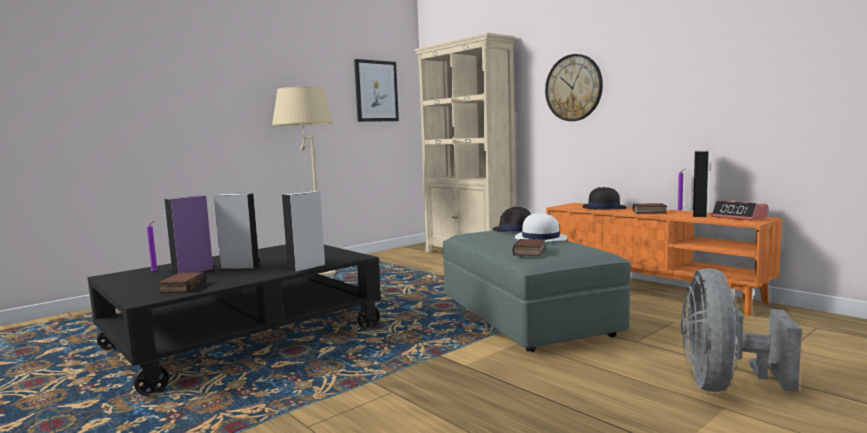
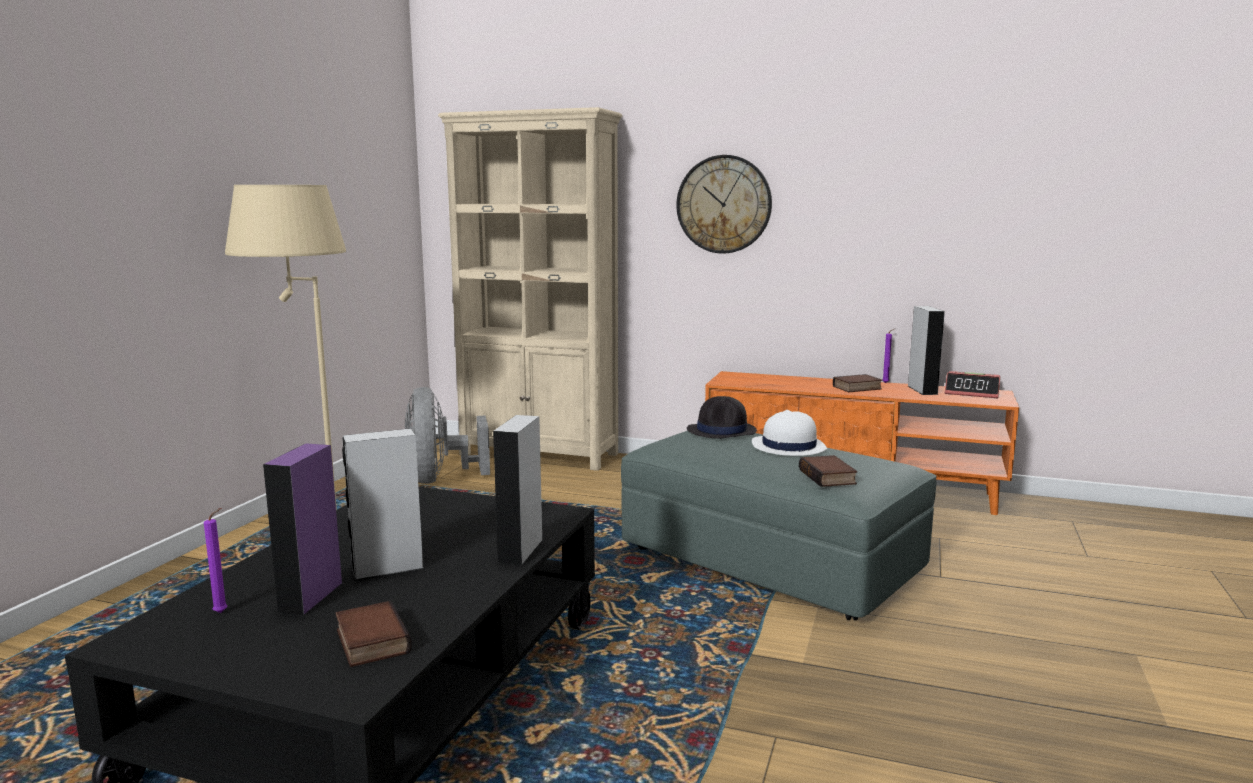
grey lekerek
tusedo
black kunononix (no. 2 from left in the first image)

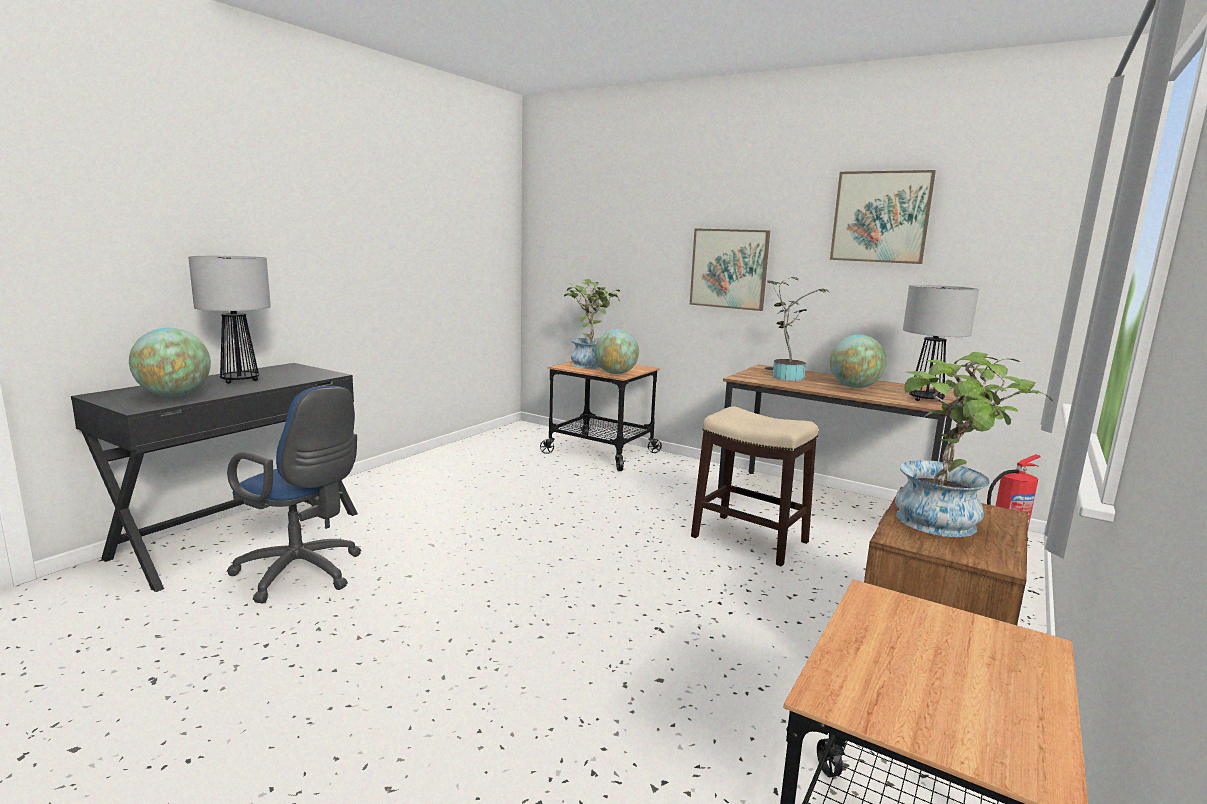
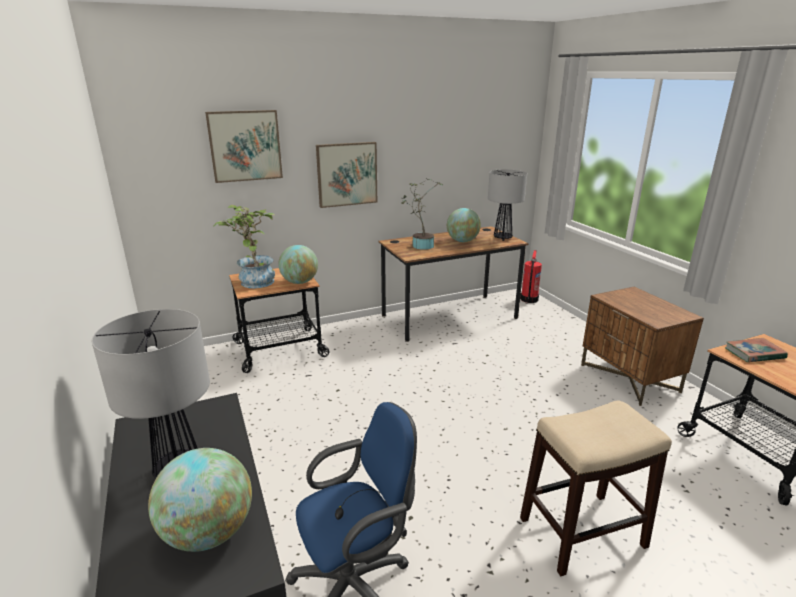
tusedo (no. 1 from left)
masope
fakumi
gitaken (no. 3 from left in the first image)

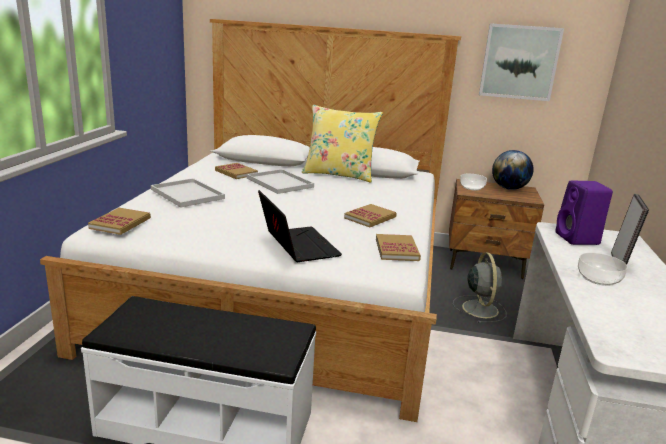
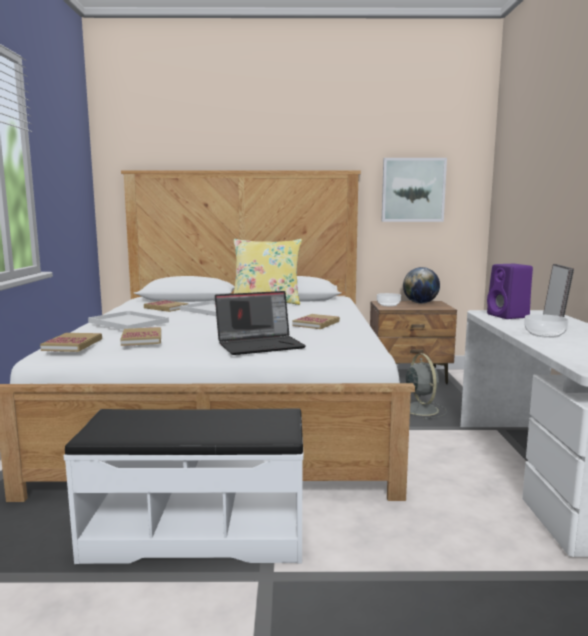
fakumi (no. 2 from left)
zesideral

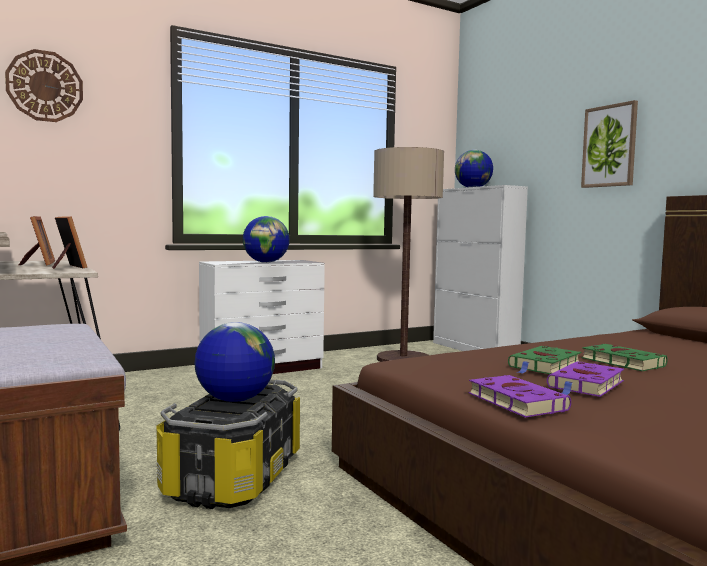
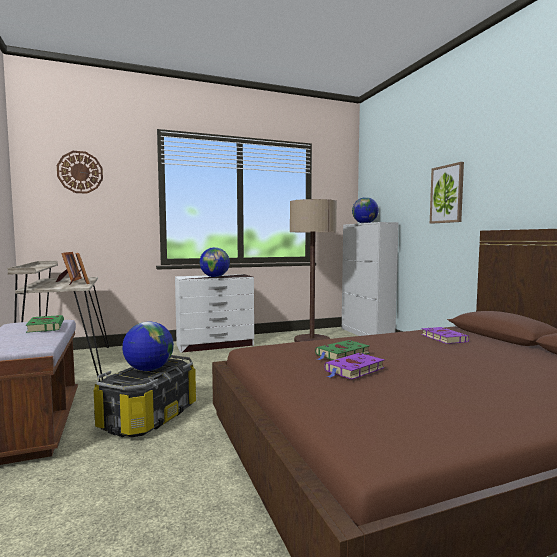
green fakumi (no. 1 from left)
purple fakumi (no. 2 from left)

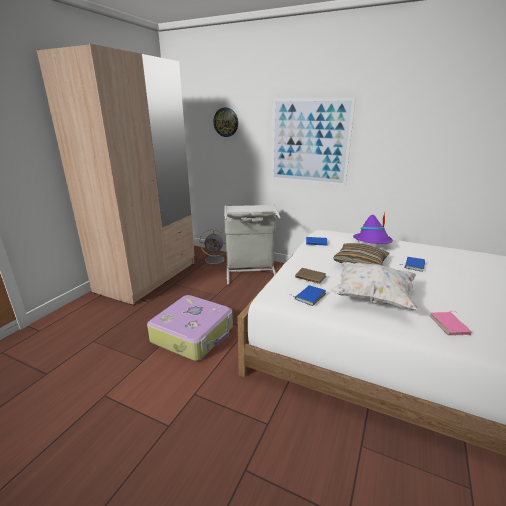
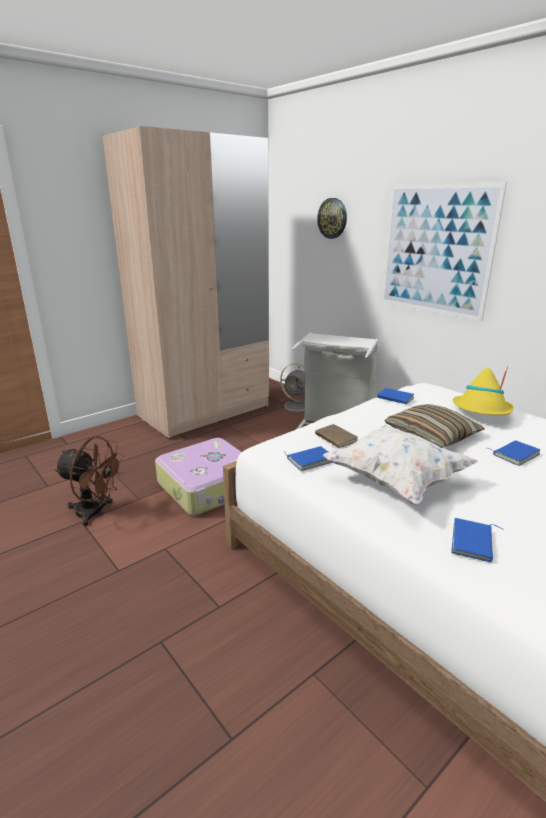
brown lekerek
blue fakumi (no. 3 from left)
yellow kunononix

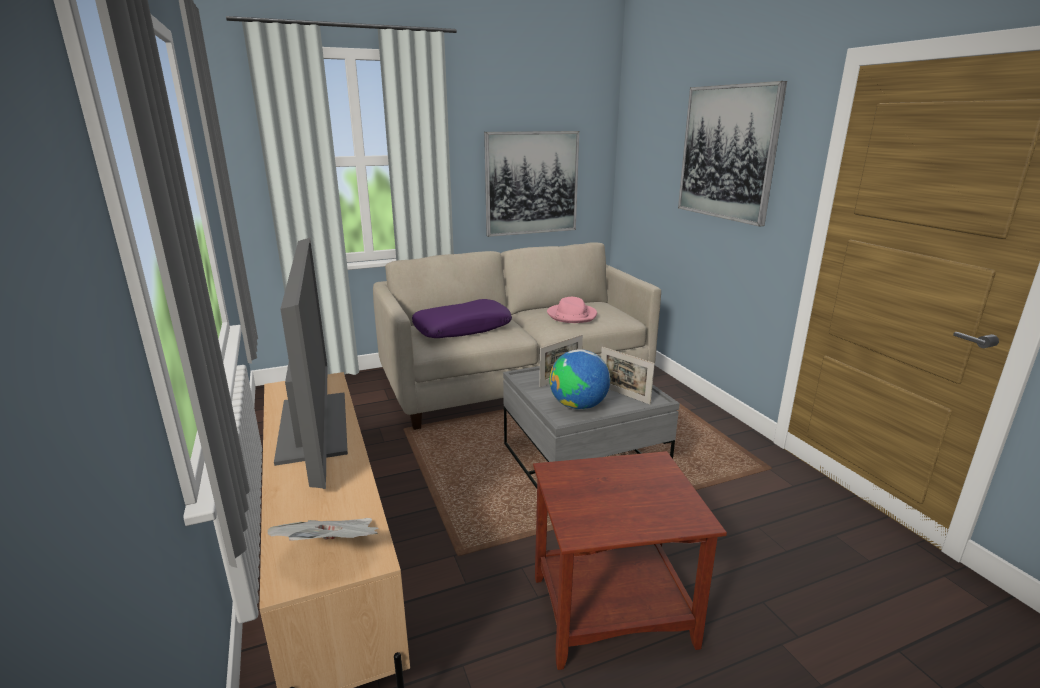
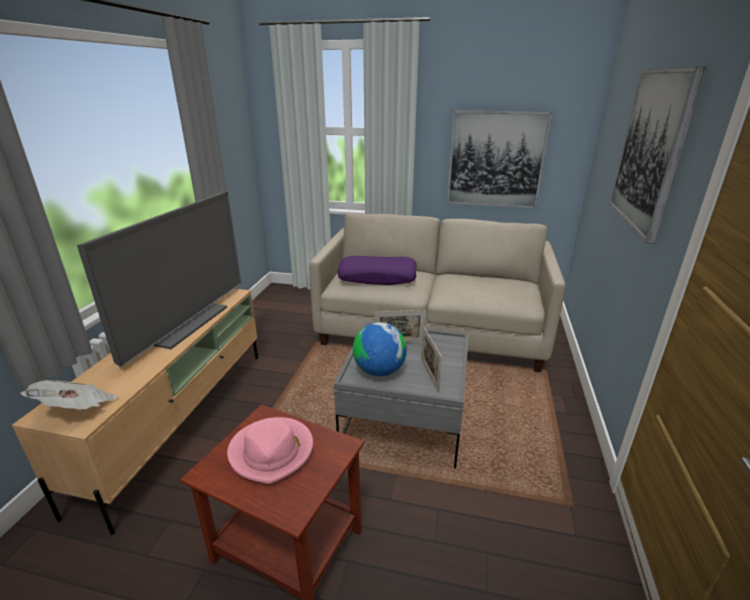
pink kunononix

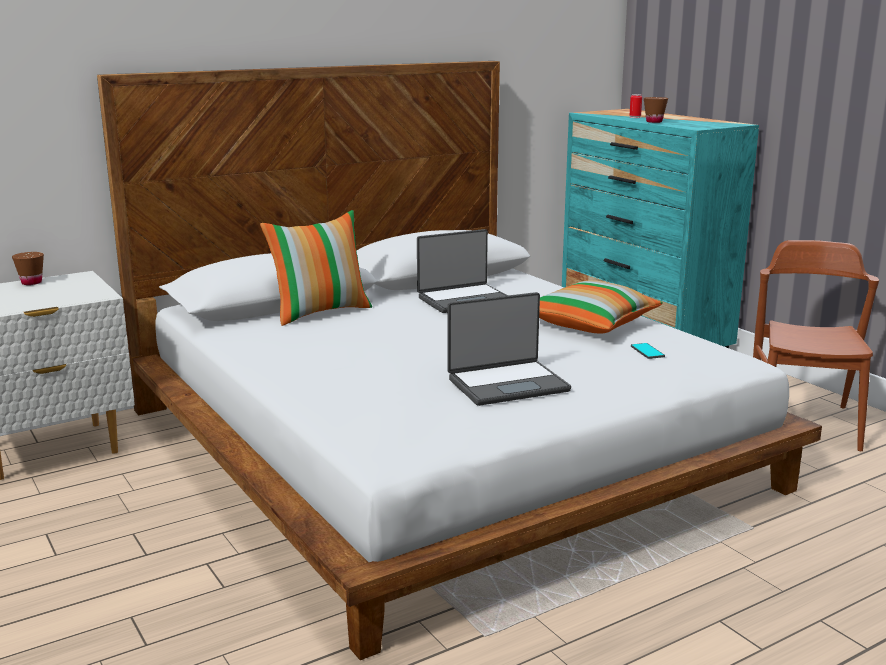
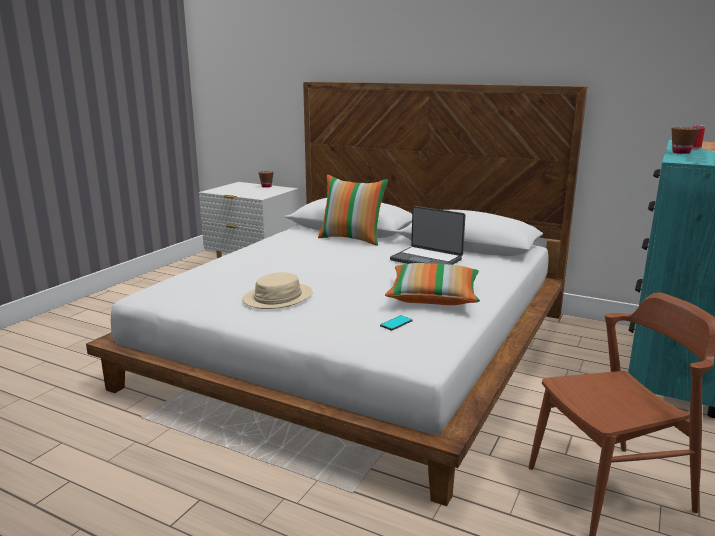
beige kunononix

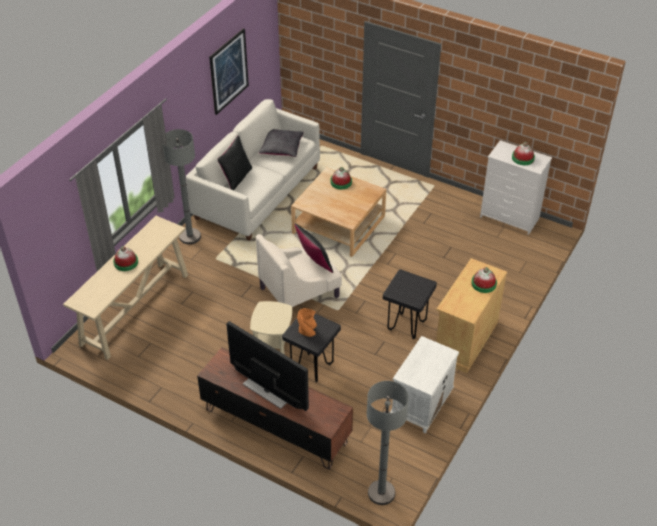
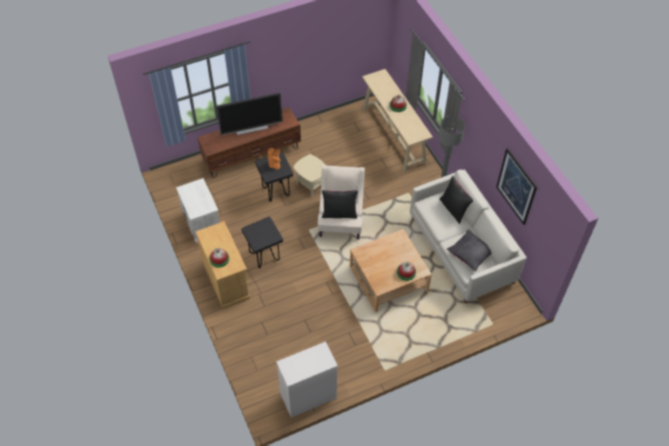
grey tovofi (no. 2 from left in the first image)
kunononix (no. 4 from left in the first image)

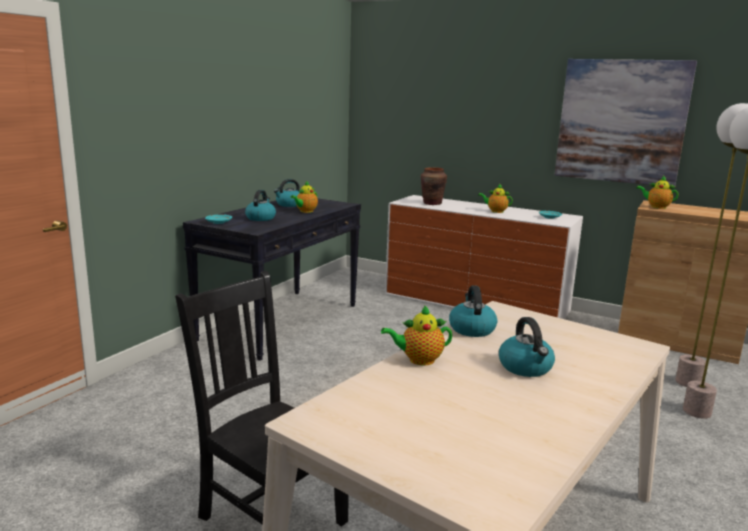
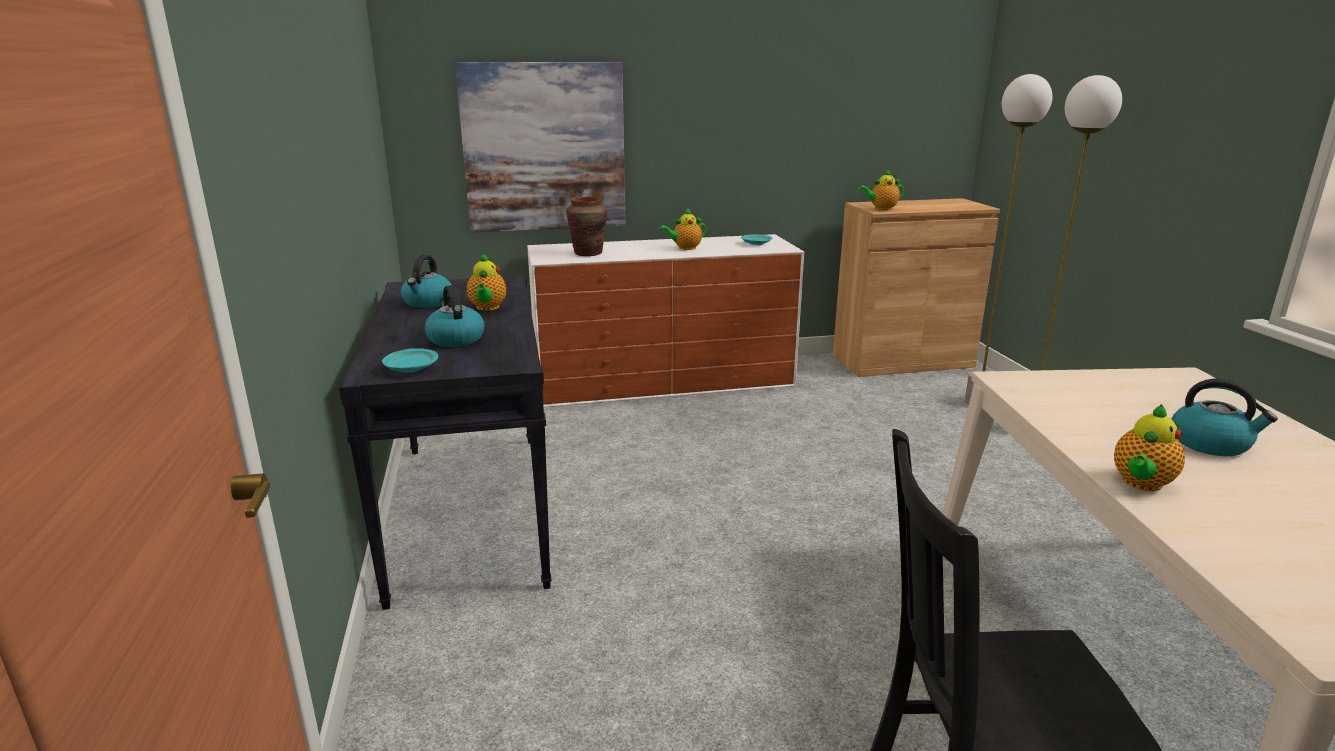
tusedo
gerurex (no. 3 from left in the first image)

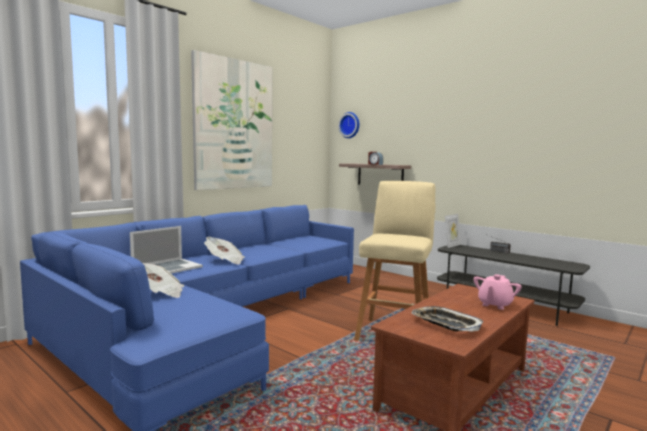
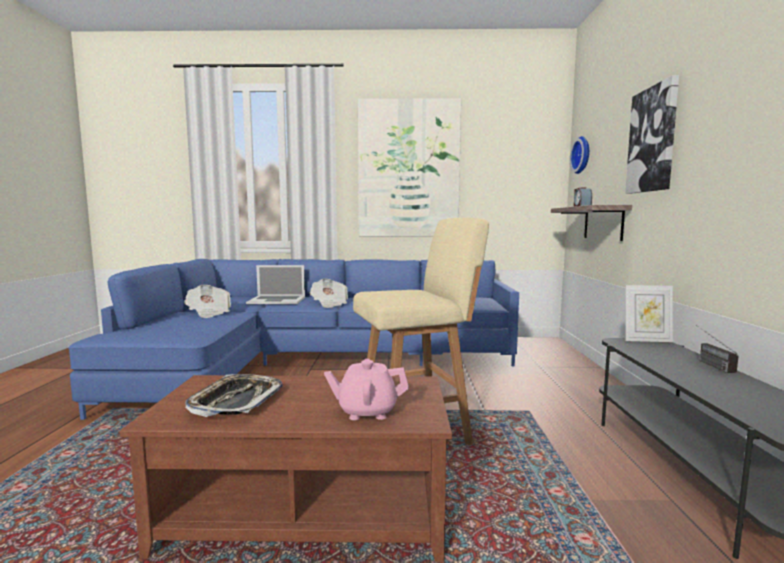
tusedo (no. 2 from left)

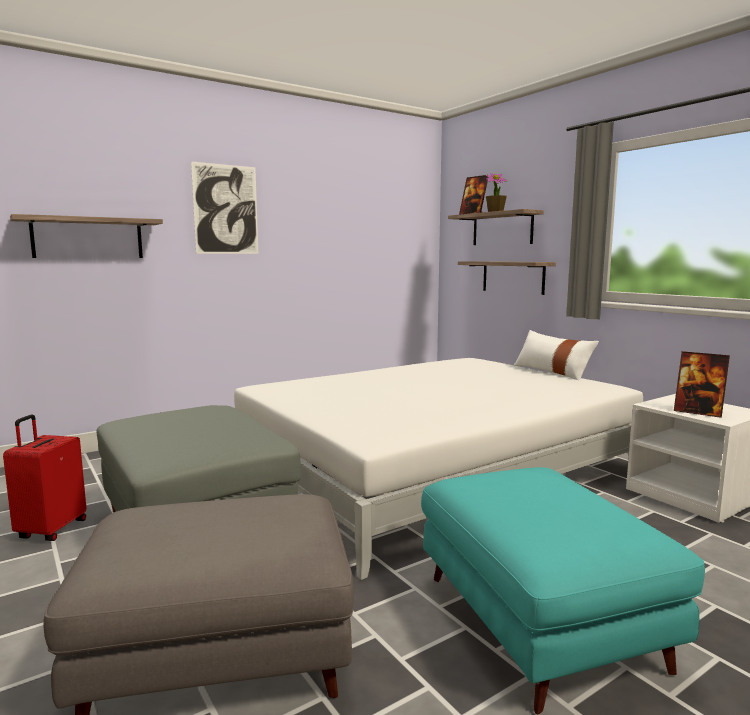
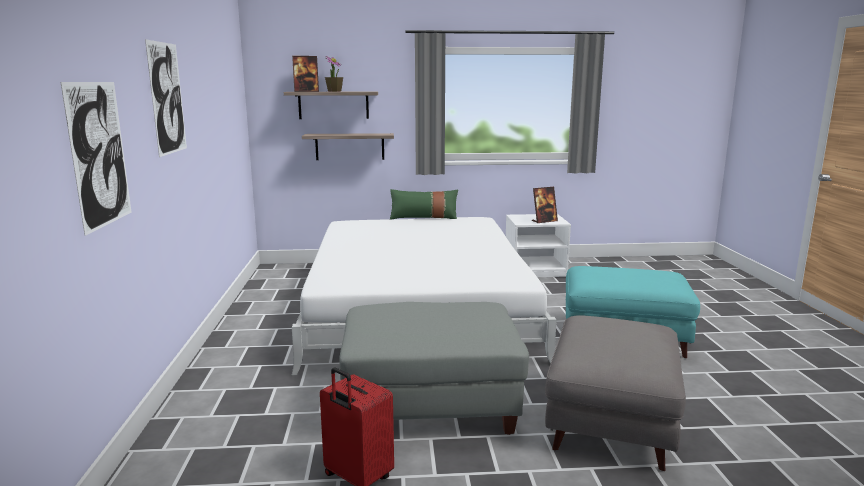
tusedo (no. 1 from left)
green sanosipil

